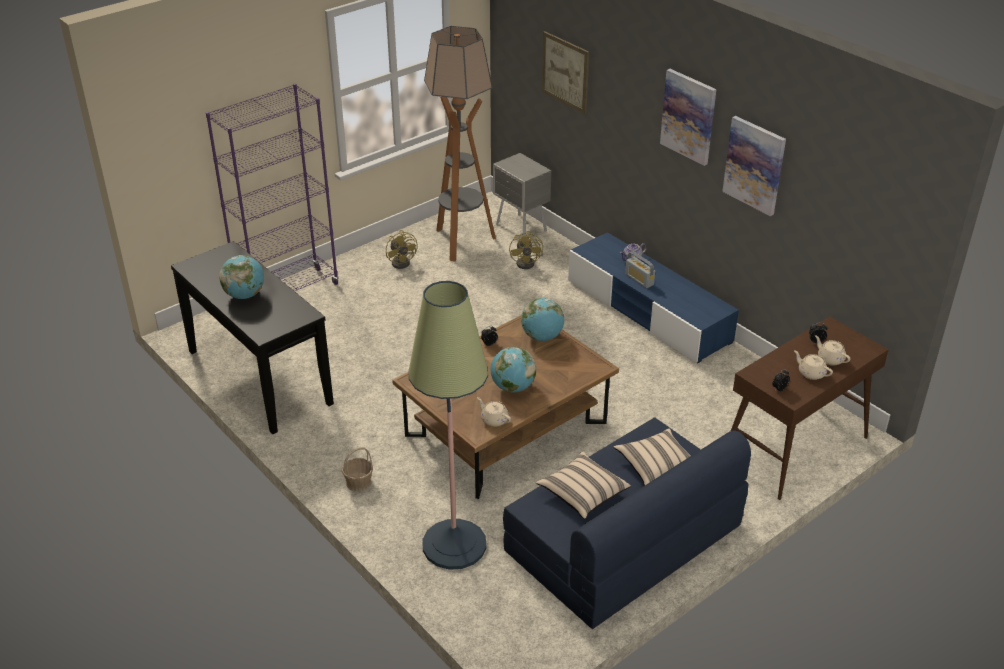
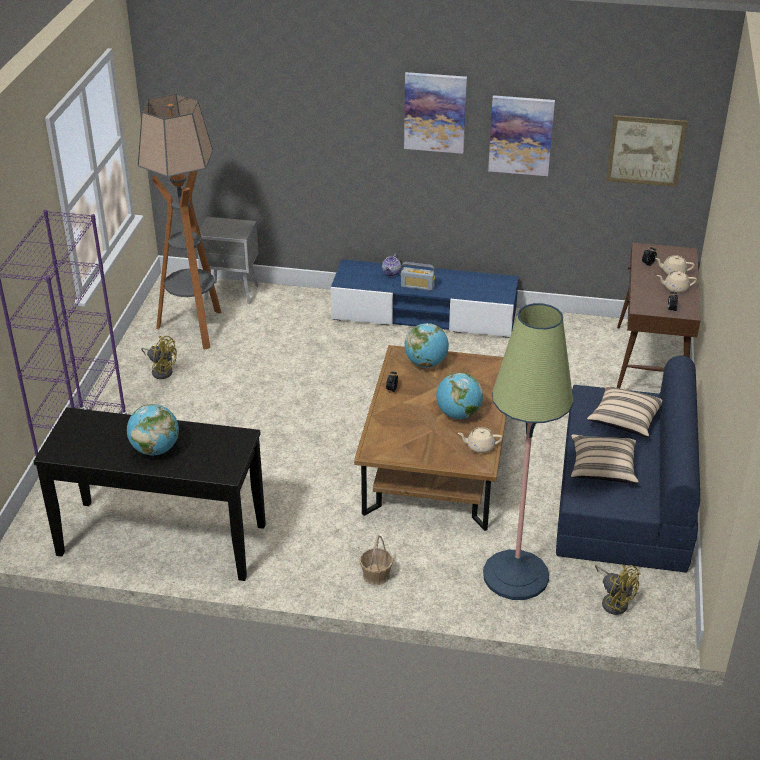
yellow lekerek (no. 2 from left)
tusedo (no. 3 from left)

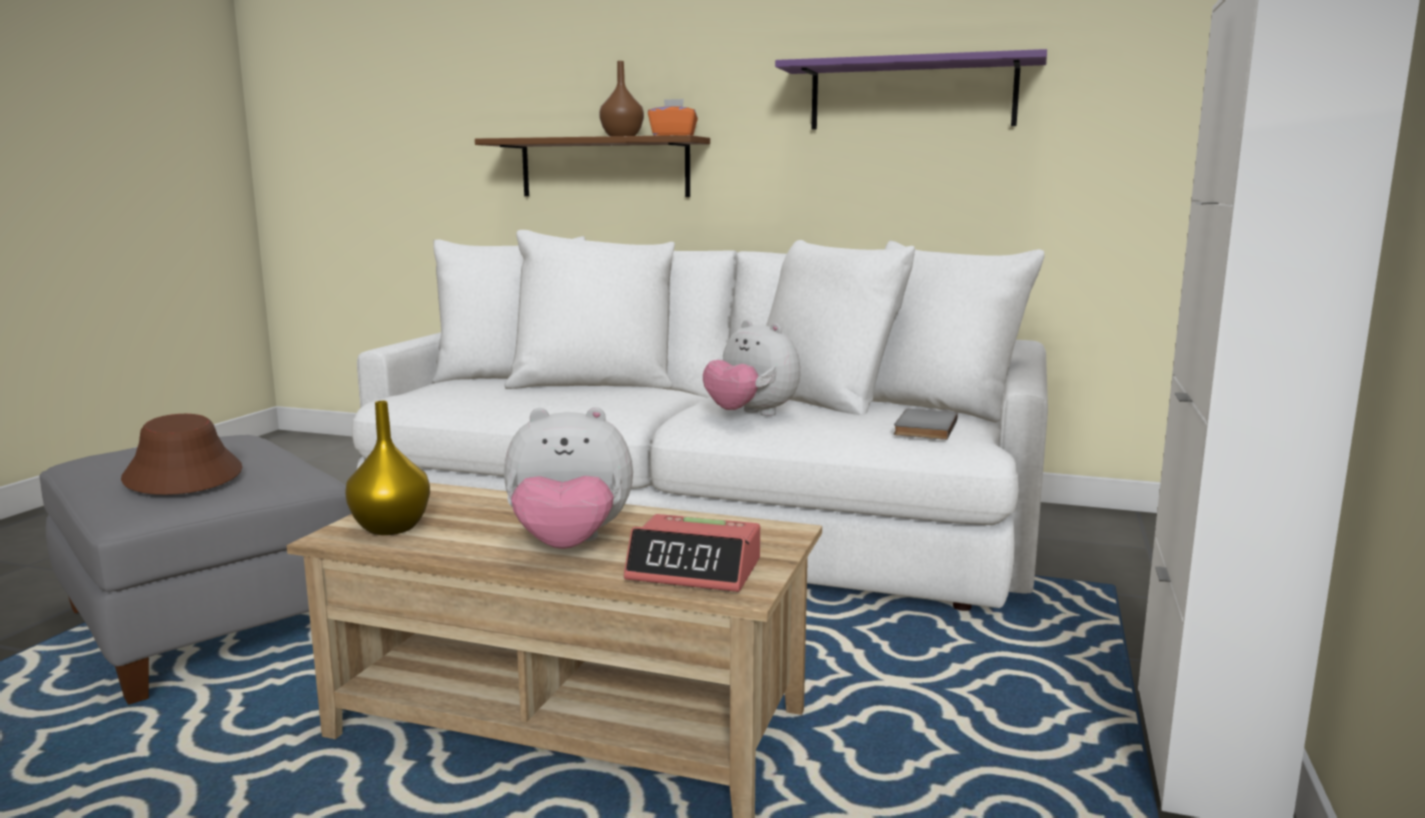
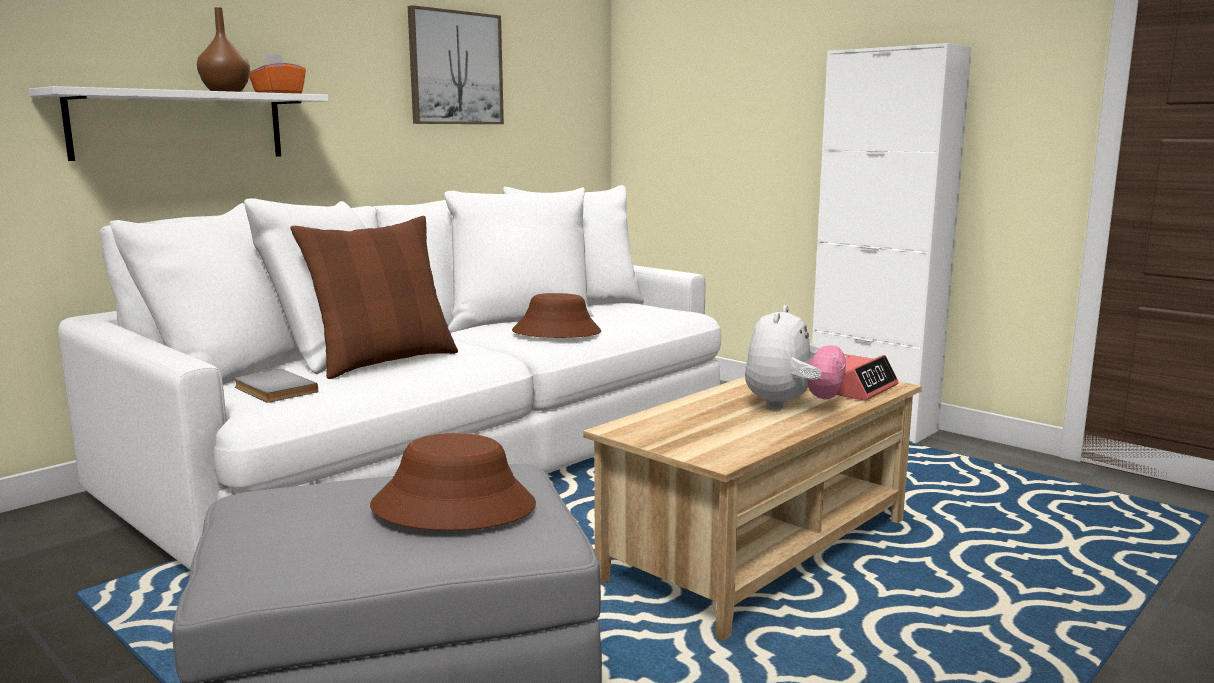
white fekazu
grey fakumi
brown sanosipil
tusedo
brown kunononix (no. 2 from left)
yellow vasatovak

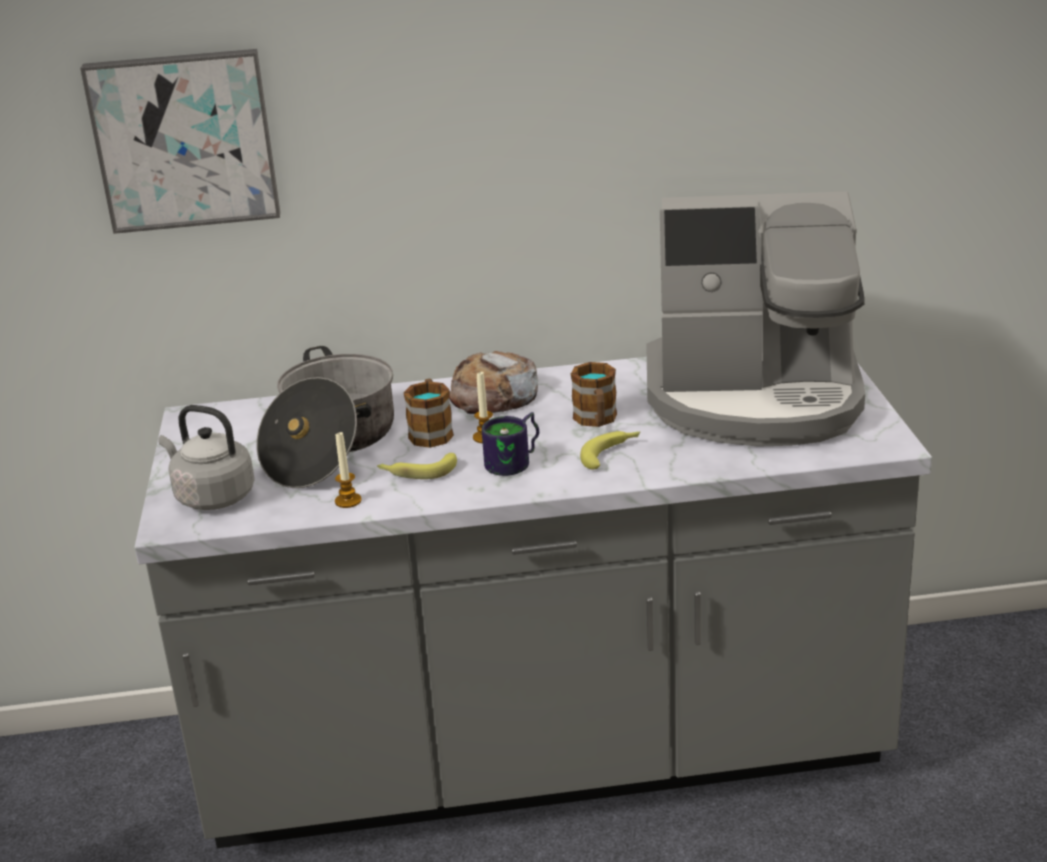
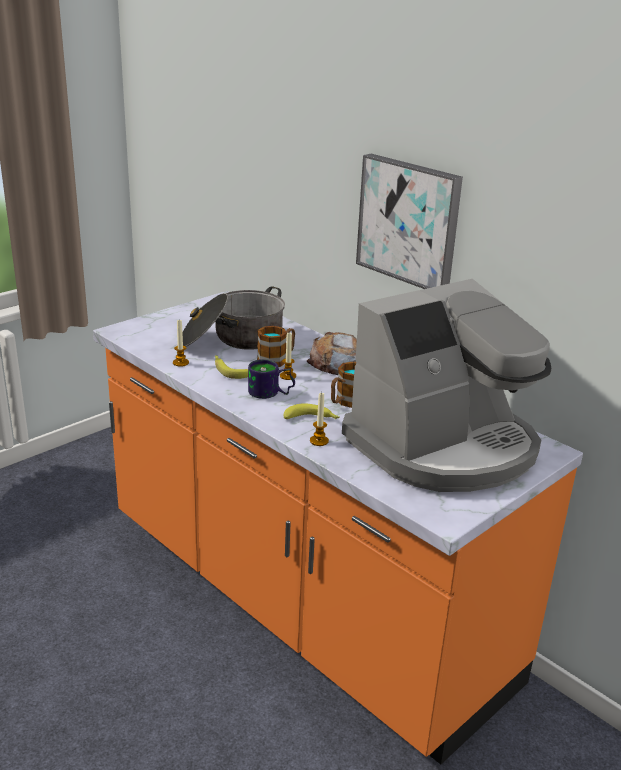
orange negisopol
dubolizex (no. 3 from left)
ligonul
tusedo
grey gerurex

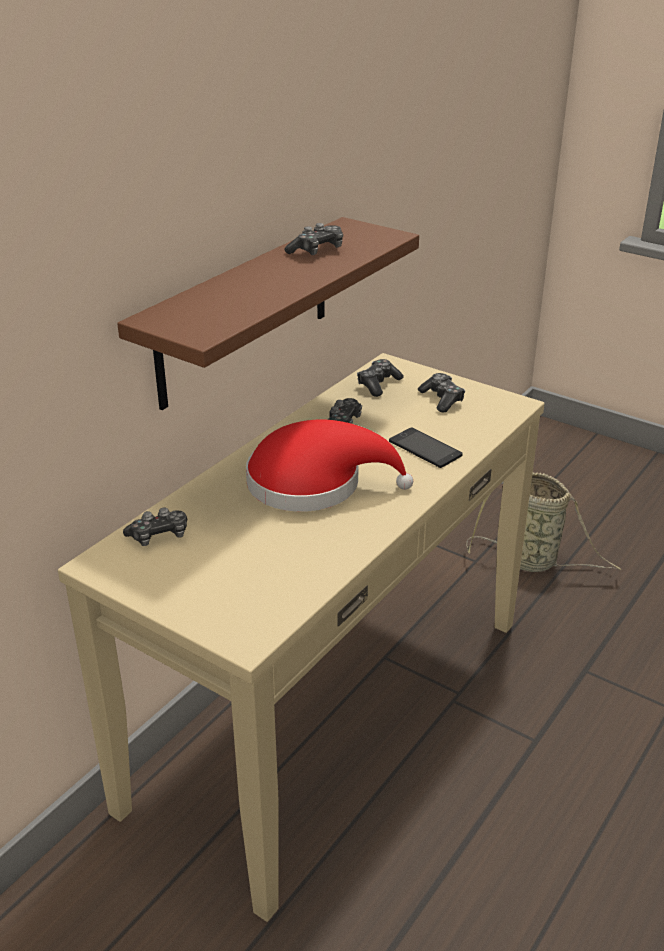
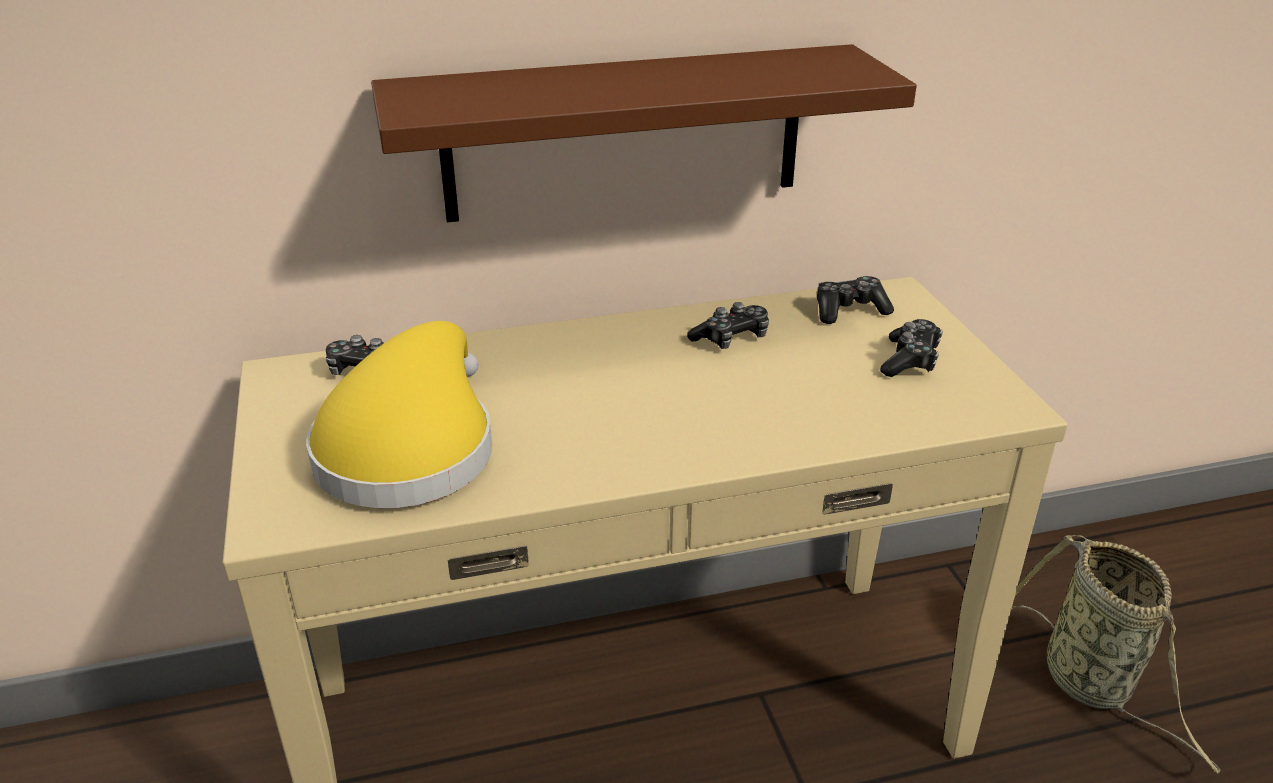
yellow kunononix
red kunononix
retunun (no. 2 from left in the first image)
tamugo

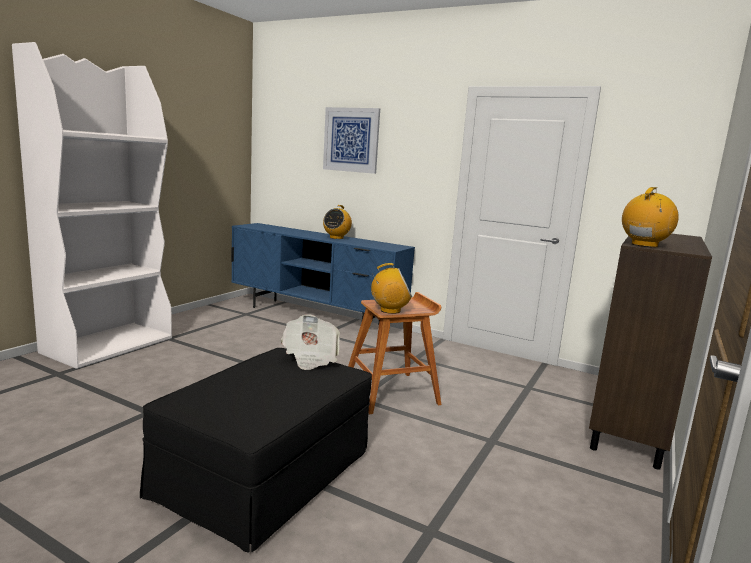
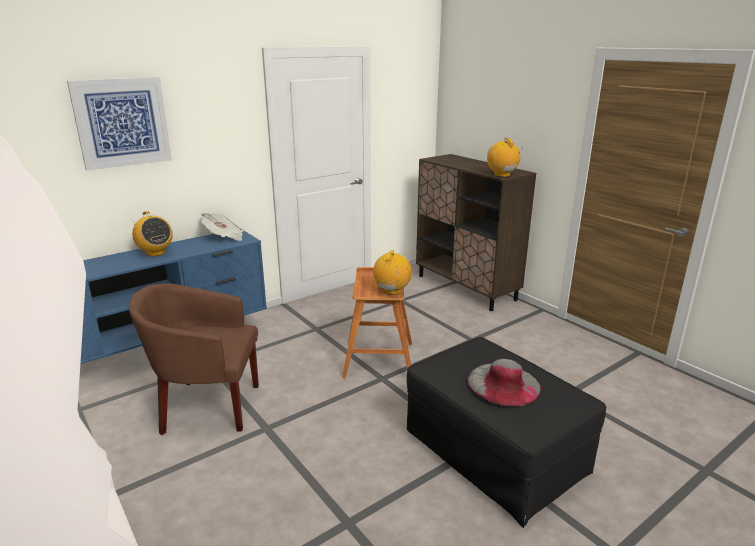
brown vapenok
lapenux
grey kunononix

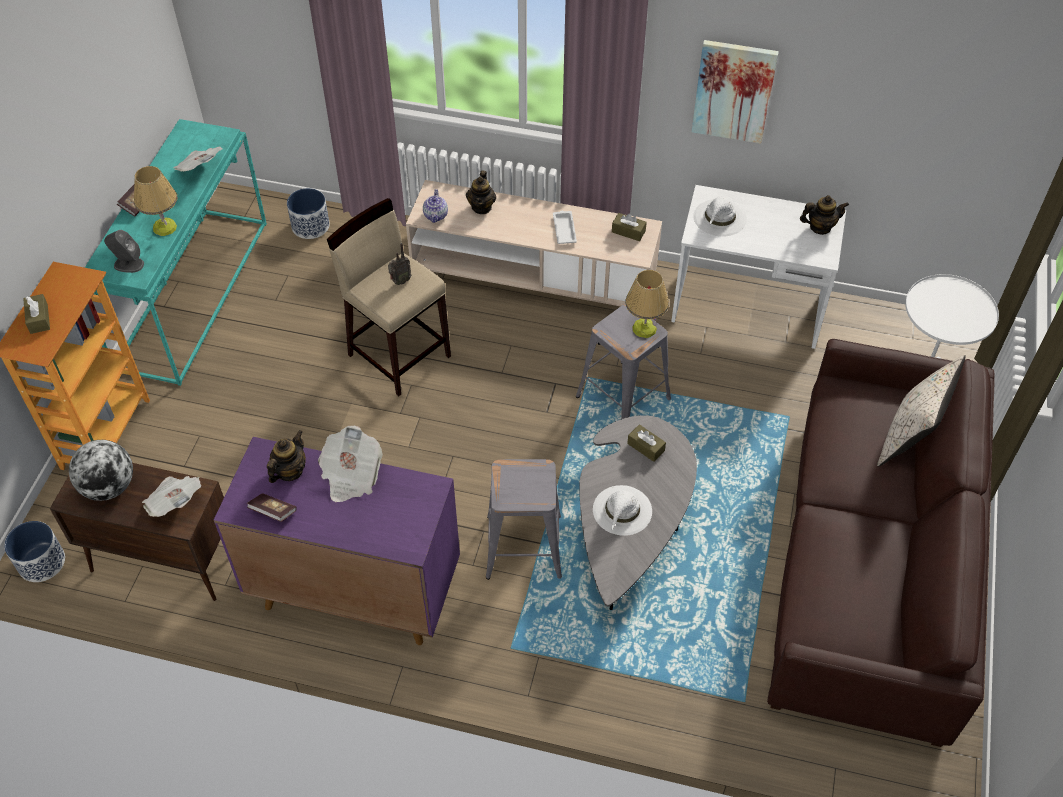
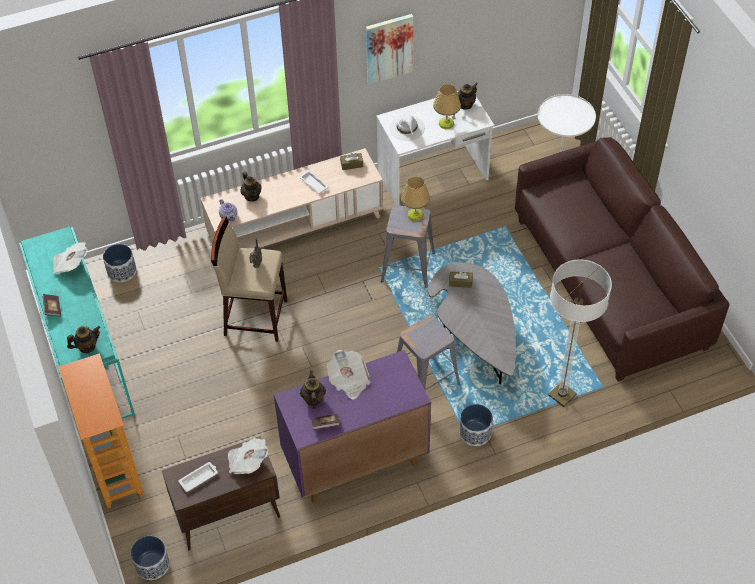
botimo (no. 1 from left)
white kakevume (no. 1 from left)
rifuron (no. 2 from left)
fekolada (no. 3 from left)
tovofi
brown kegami (no. 1 from left in the first image)
white kunononix (no. 1 from left in the first image)
beige sanosipil

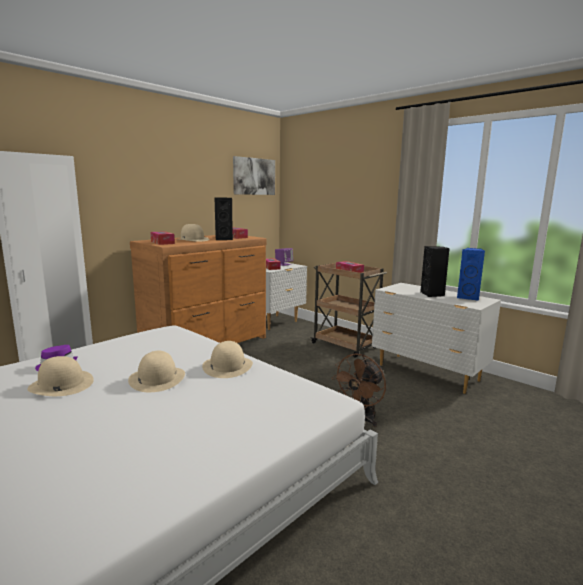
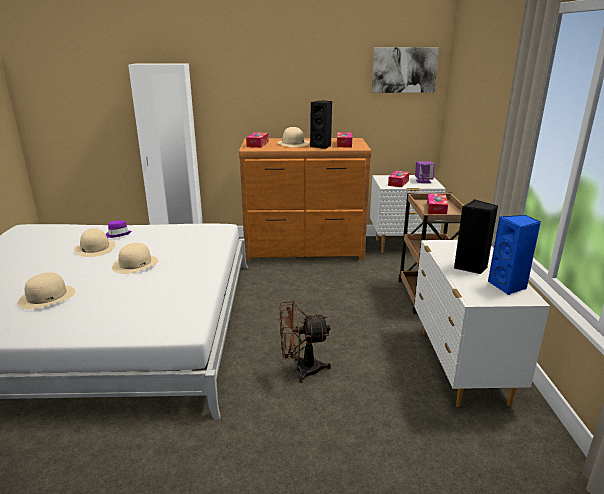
beige kunononix (no. 1 from left)

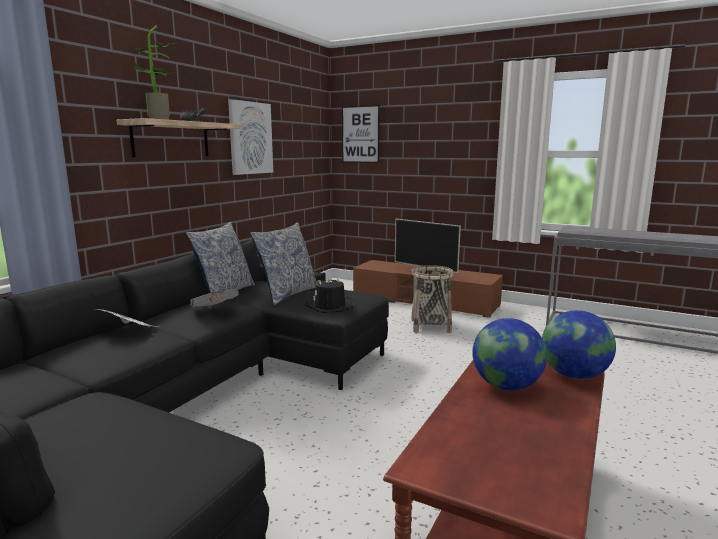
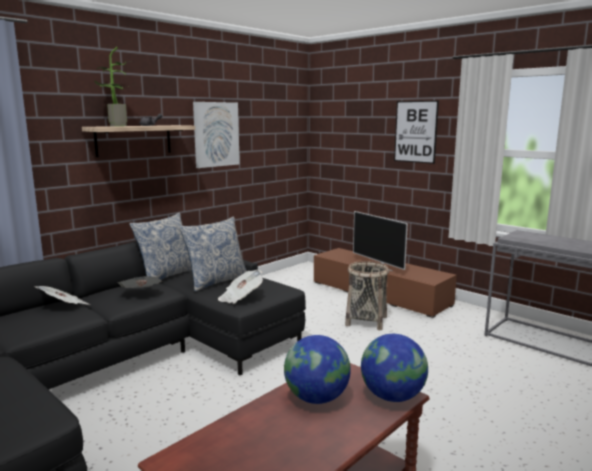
lapenux (no. 3 from left)
tusedo (no. 2 from left)

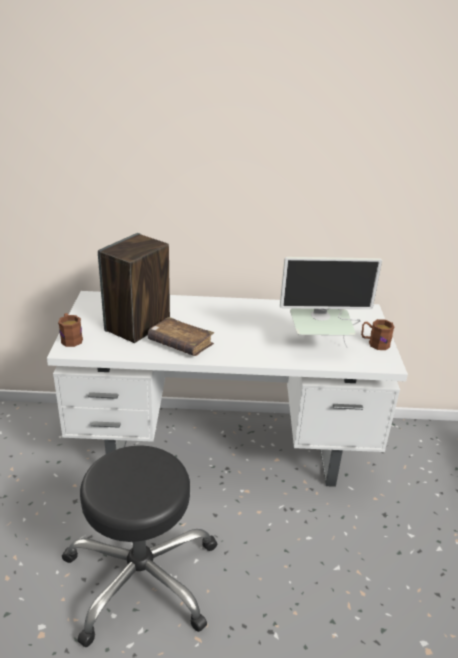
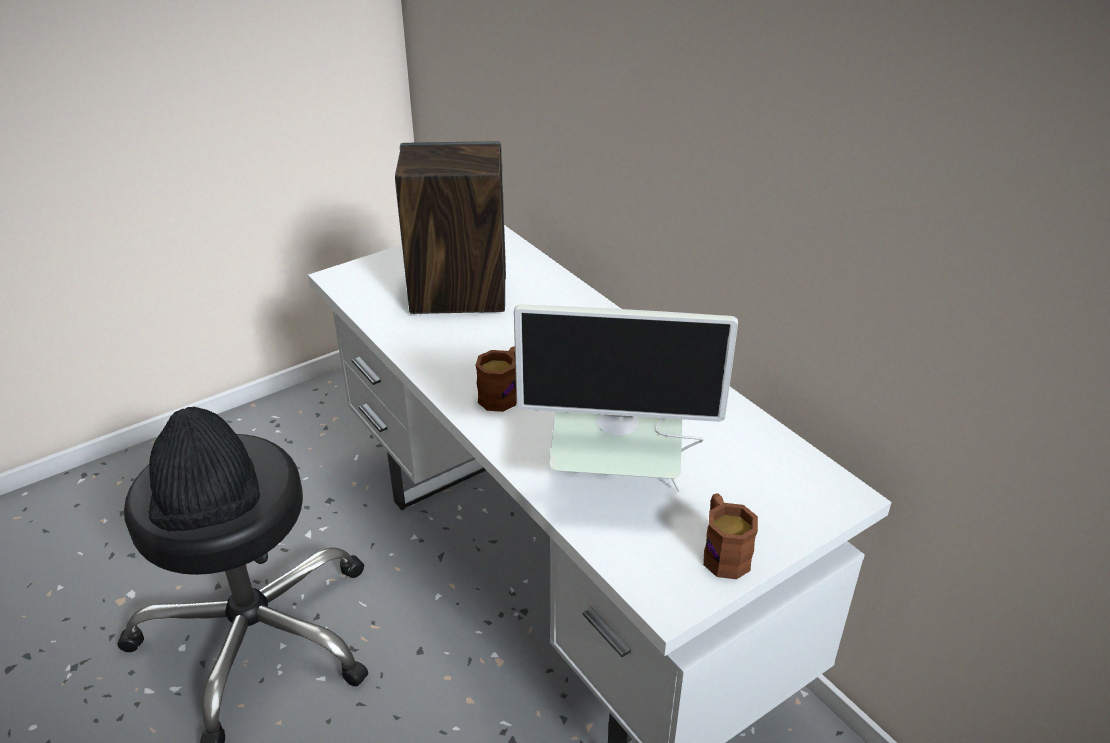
black kunononix
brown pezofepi (no. 1 from left)
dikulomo
brown fakumi

